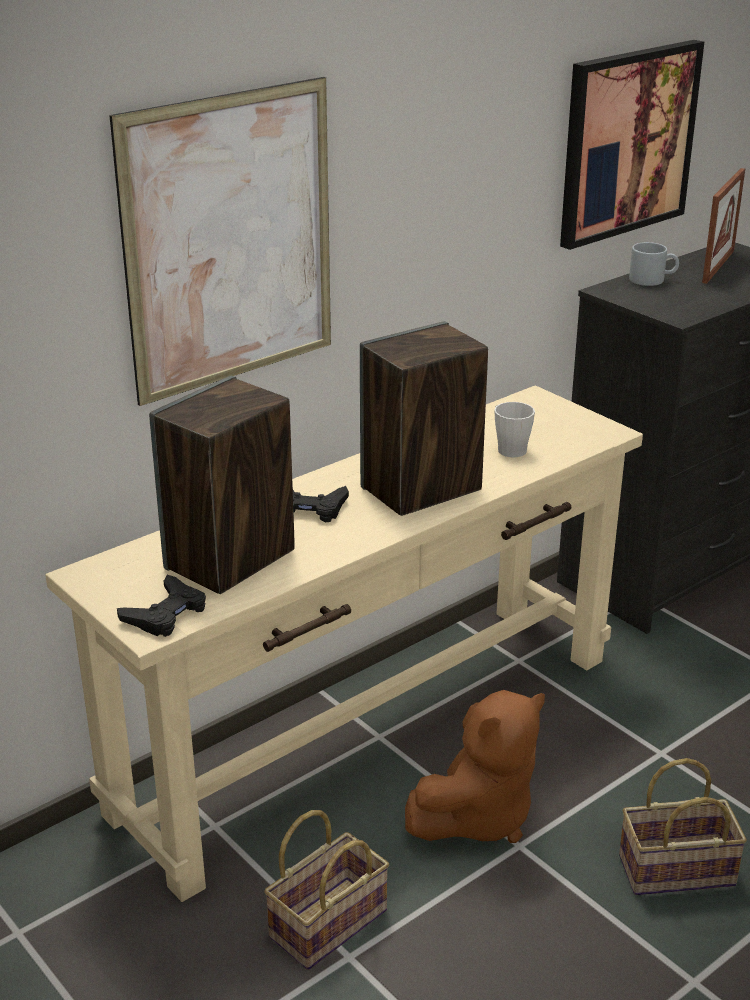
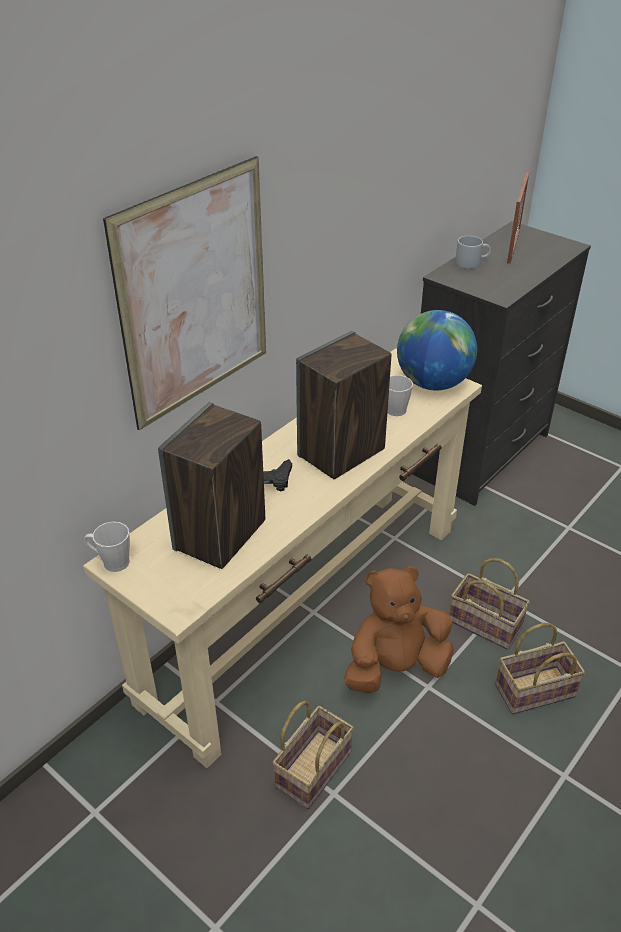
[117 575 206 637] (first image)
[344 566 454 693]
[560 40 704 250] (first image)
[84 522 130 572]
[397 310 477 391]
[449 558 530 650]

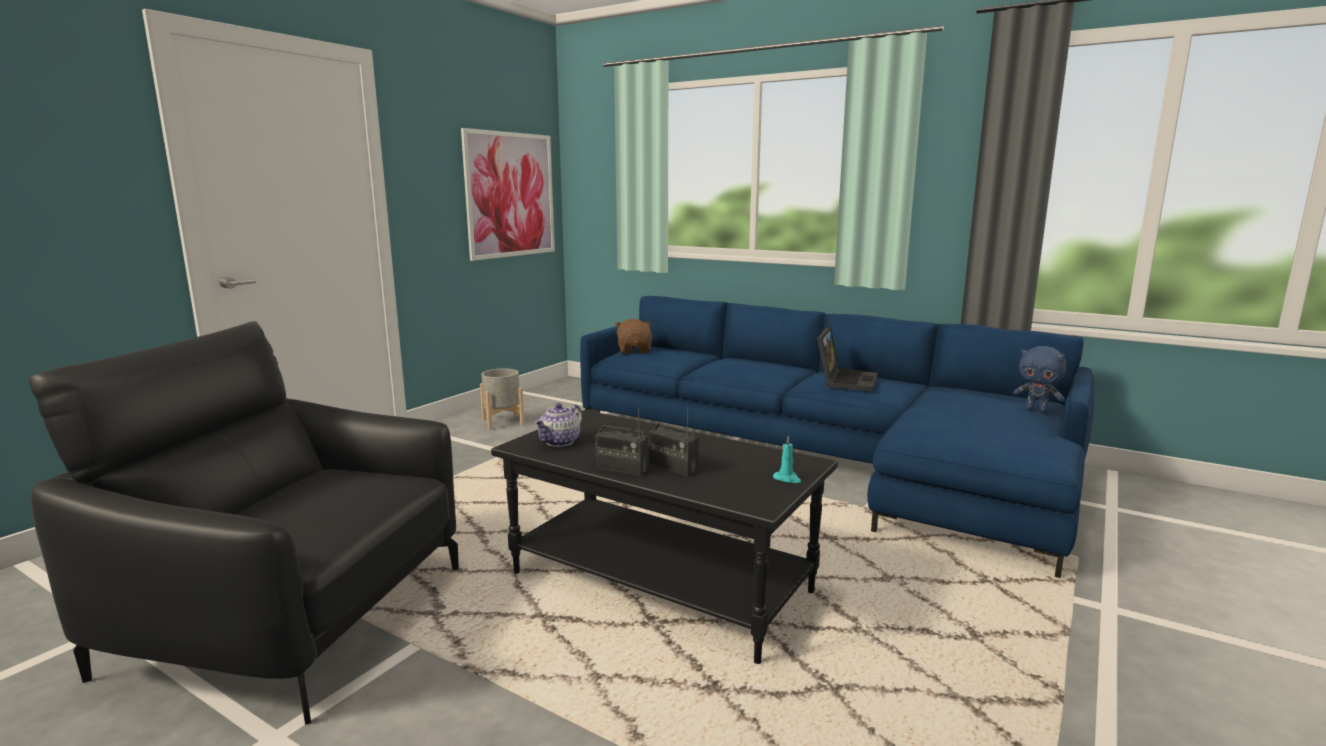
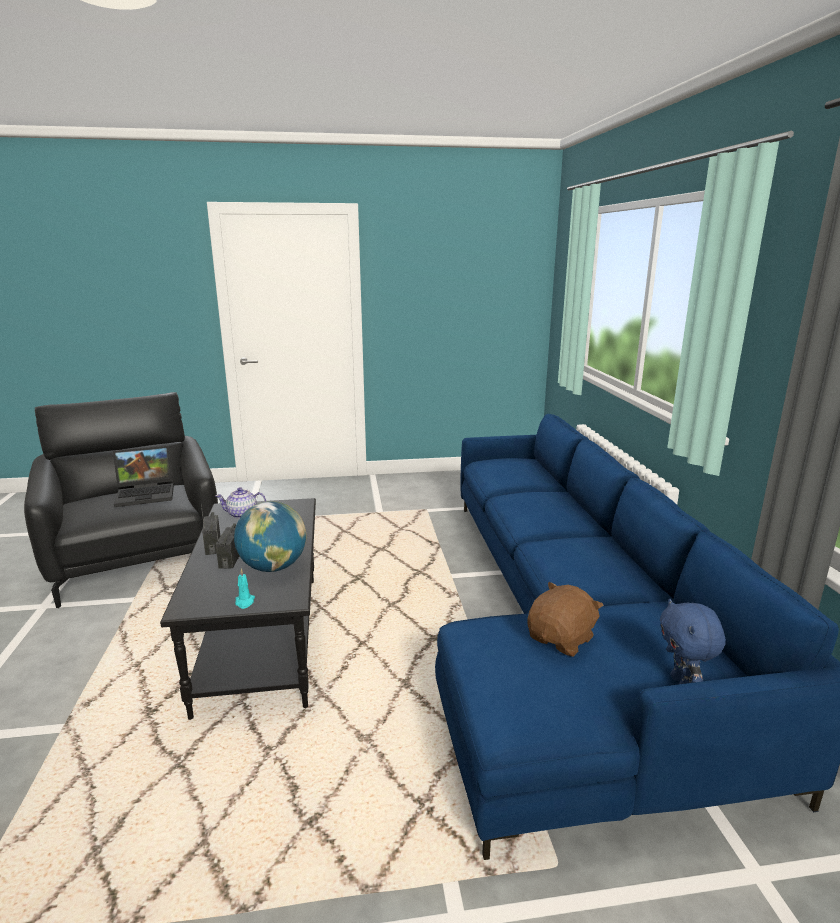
[461 128 555 261] (first image)
[480 369 524 430] (first image)
[528 582 604 657]
[113 446 174 507]
[234 501 306 572]

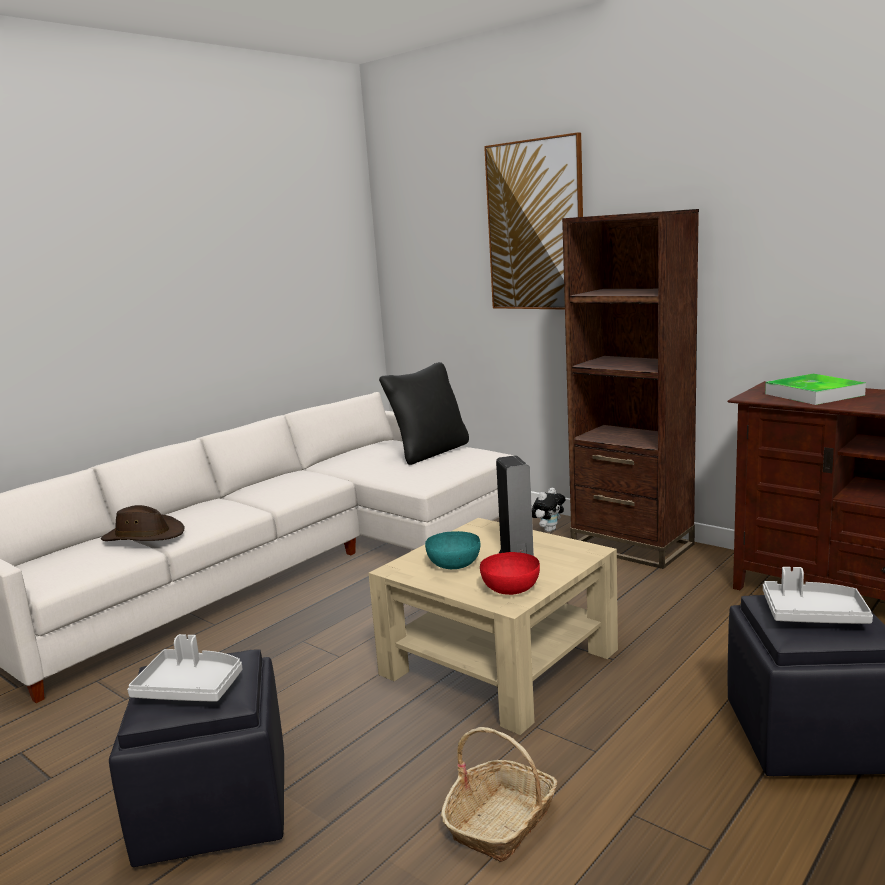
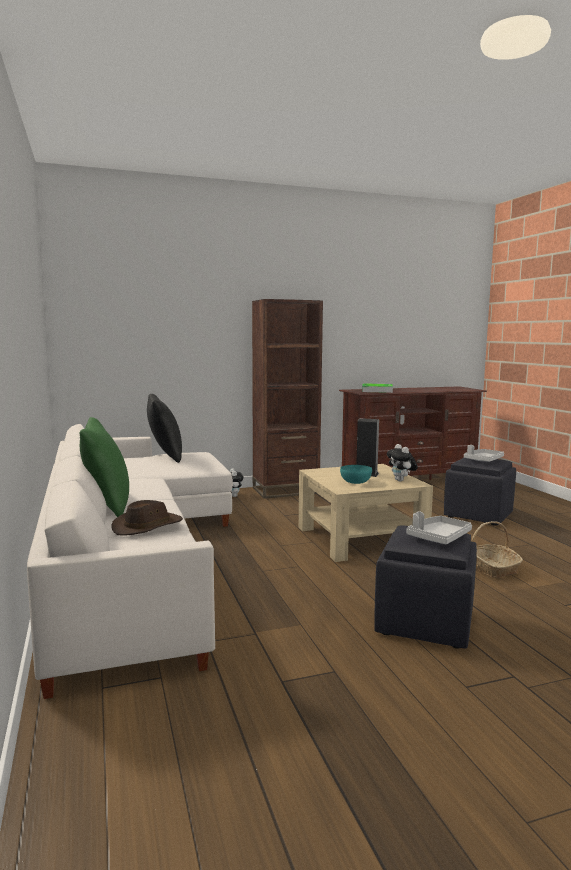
[387 444 418 482]
[484 132 583 310] (first image)
[79 417 129 517]

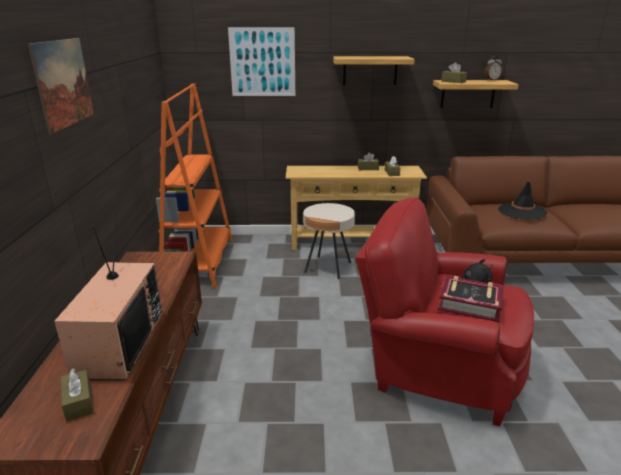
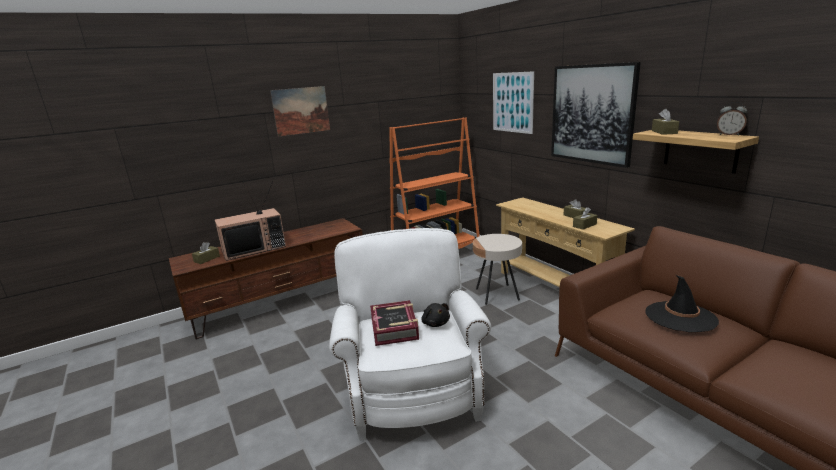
[551 62 641 168]
[329 228 491 441]

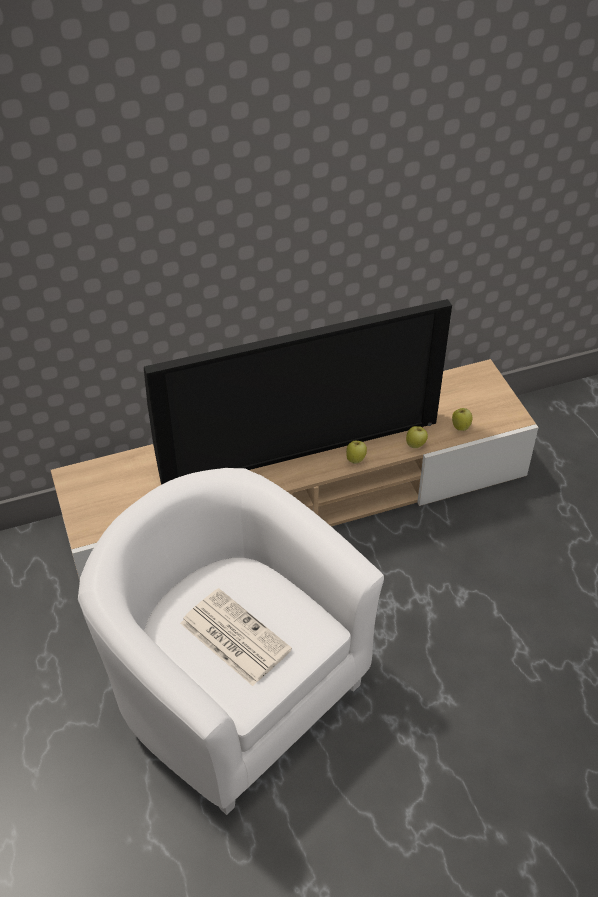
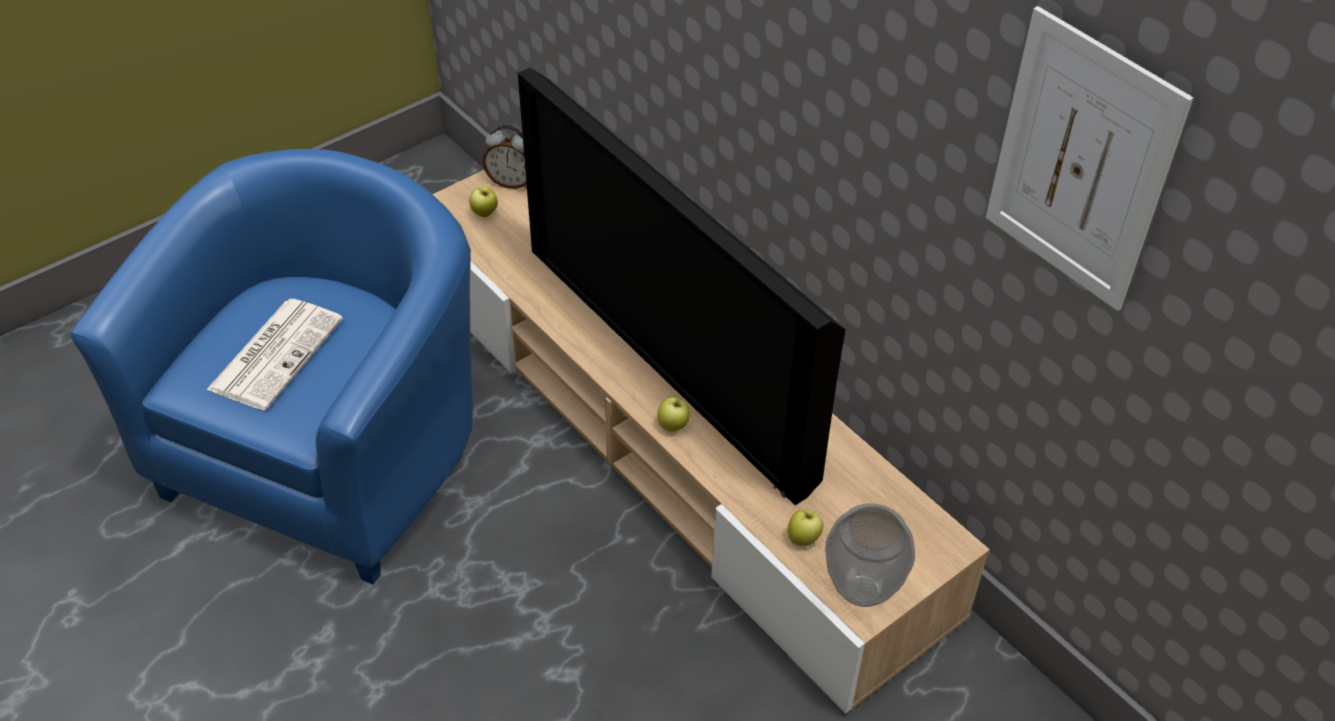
[71 149 473 584]
[469 186 498 217]
[483 125 527 189]
[825 503 915 607]
[986 6 1193 311]

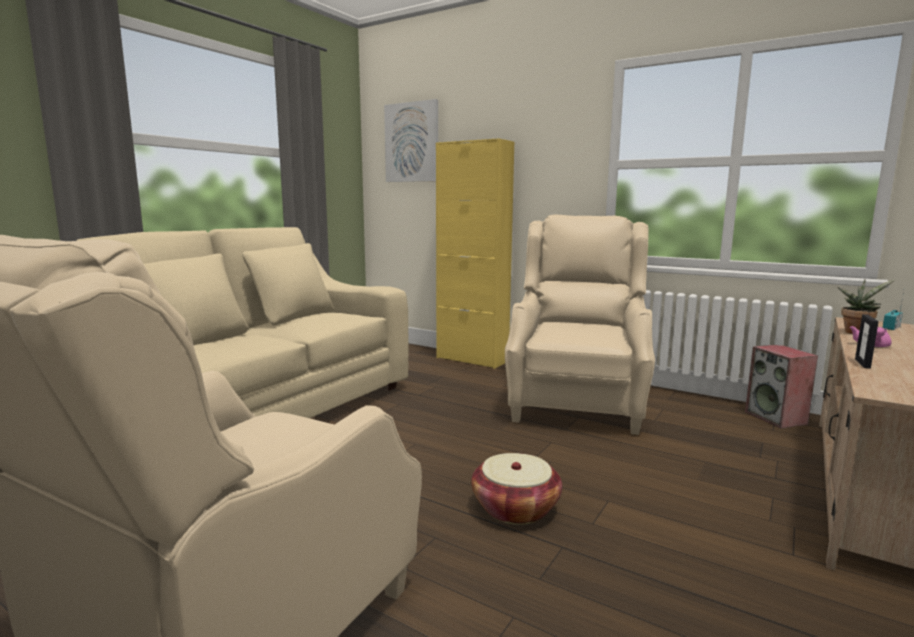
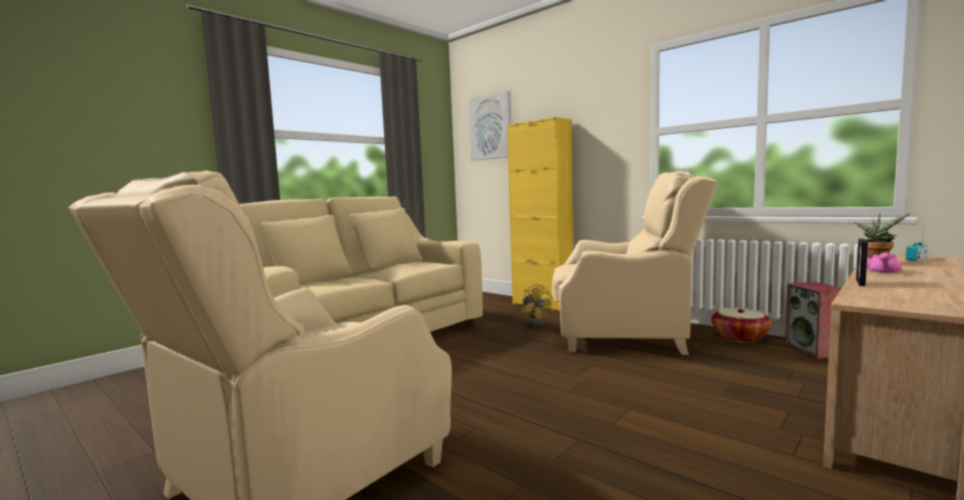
[711 308 772 343]
[552 171 719 355]
[522 283 551 327]

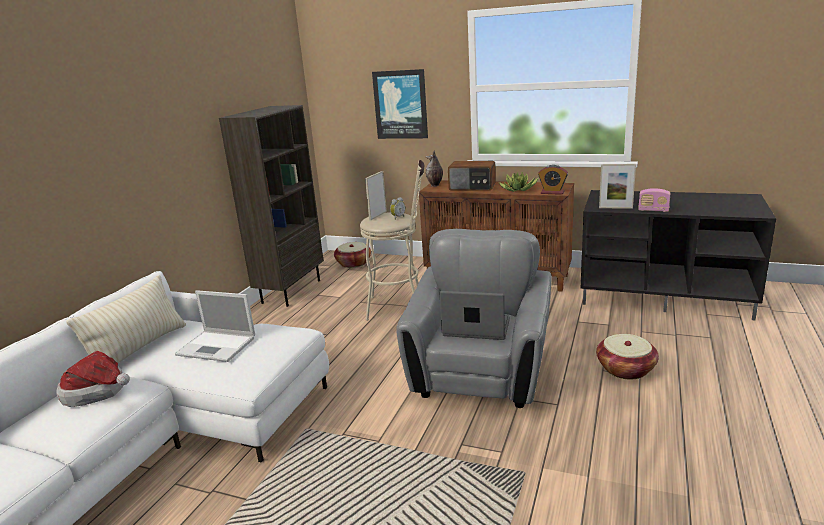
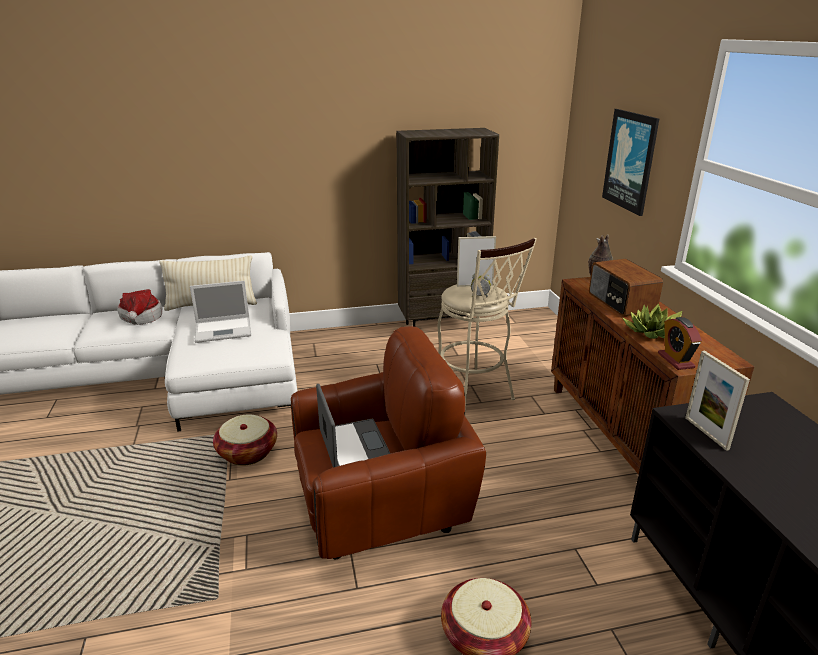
[190 281 251 343]
[213 415 277 466]
[291 326 486 559]
[638 188 670 212] (first image)

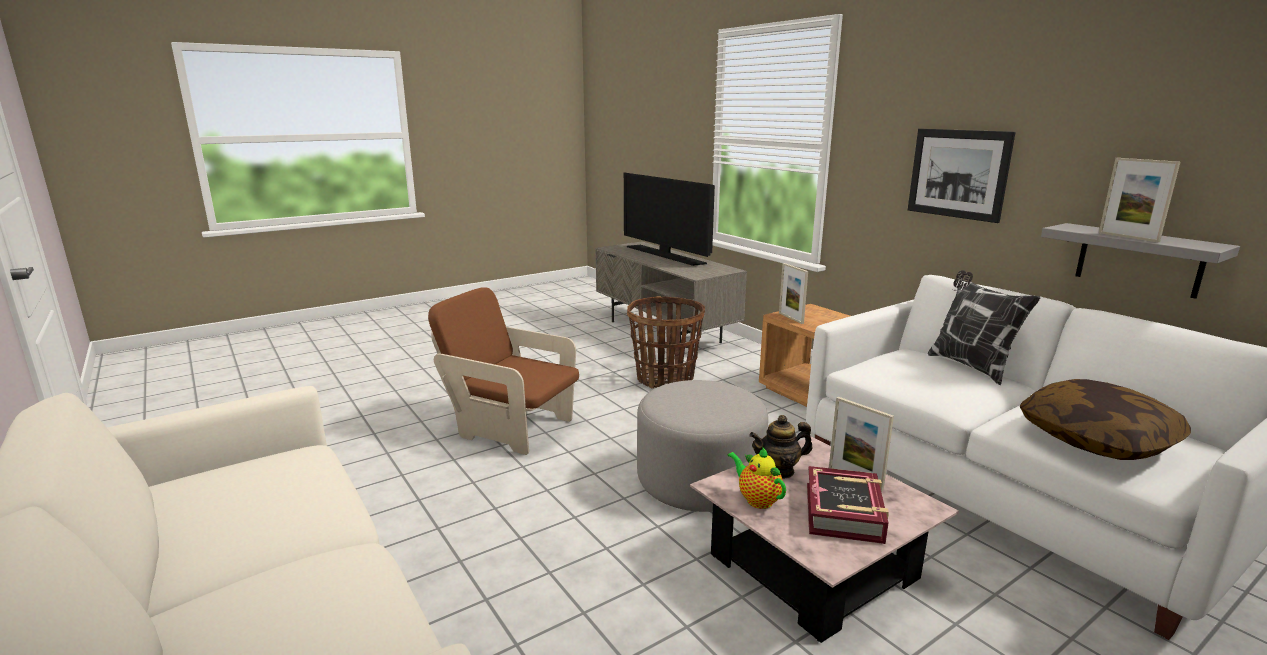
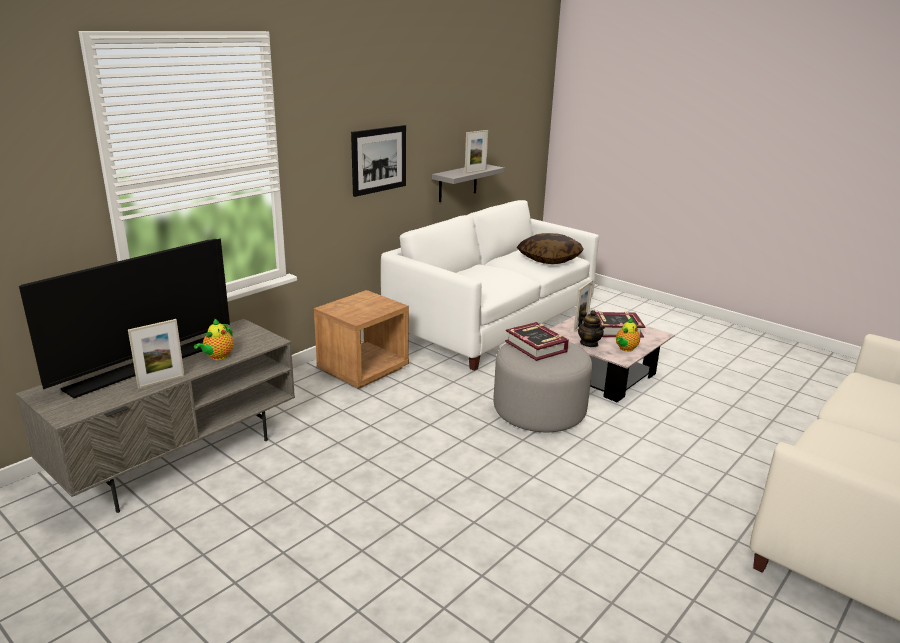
[428 287 579 455] (first image)
[627 296 705 389] (first image)
[128 319 185 389]
[928 270 1041 385] (first image)
[194 319 234 360]
[505 322 569 361]

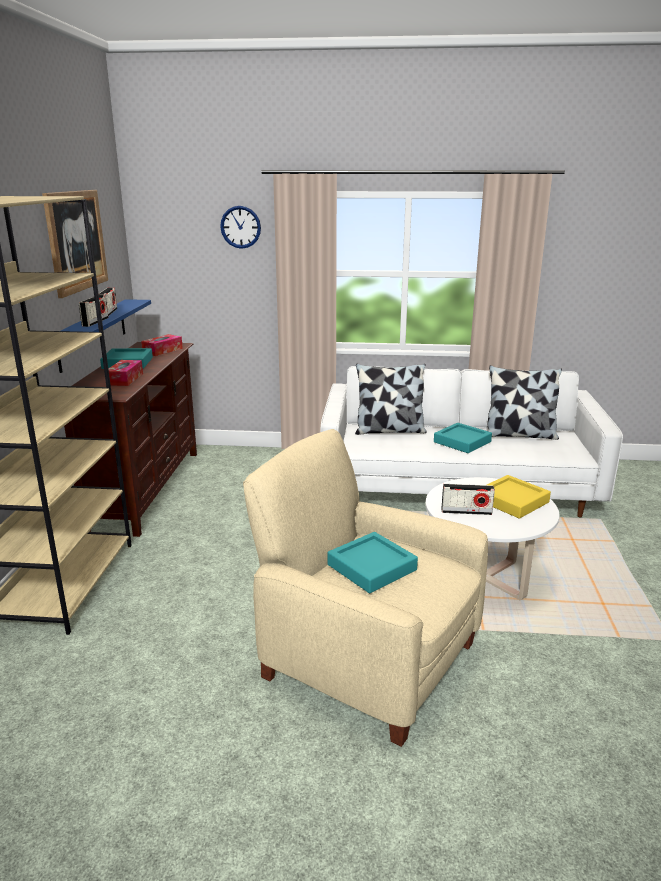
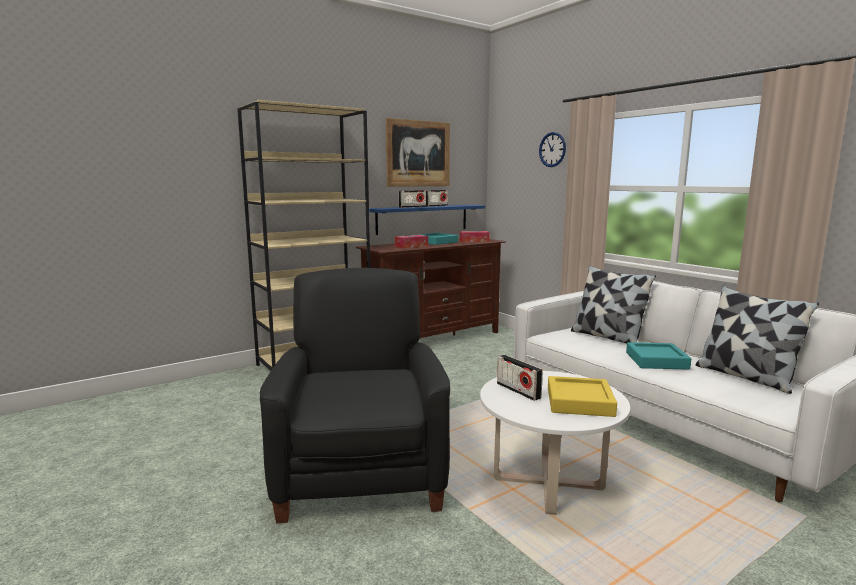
[260 268 450 523]
[328 532 418 593] (first image)

